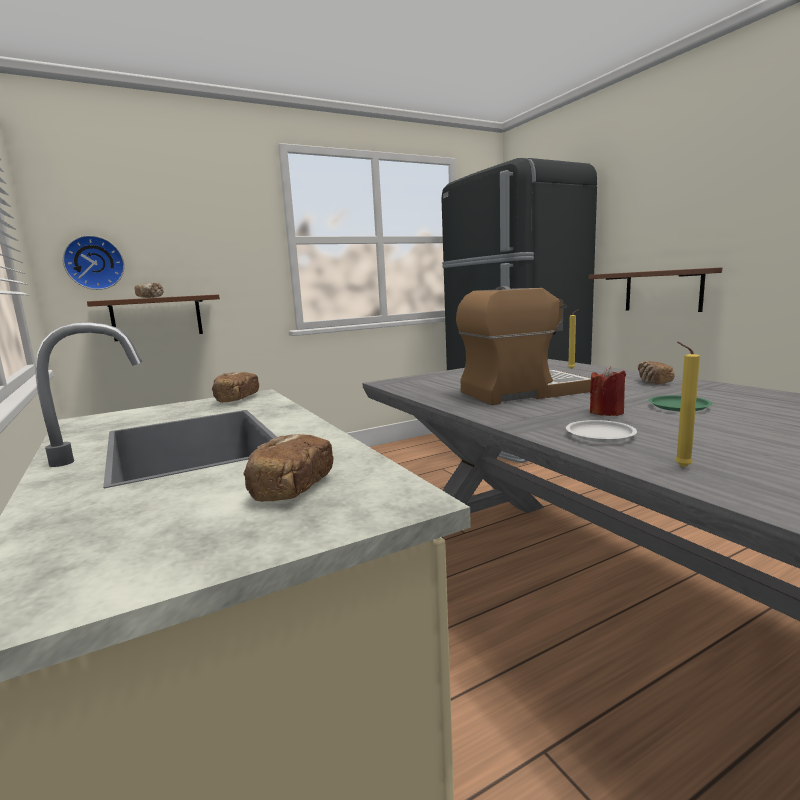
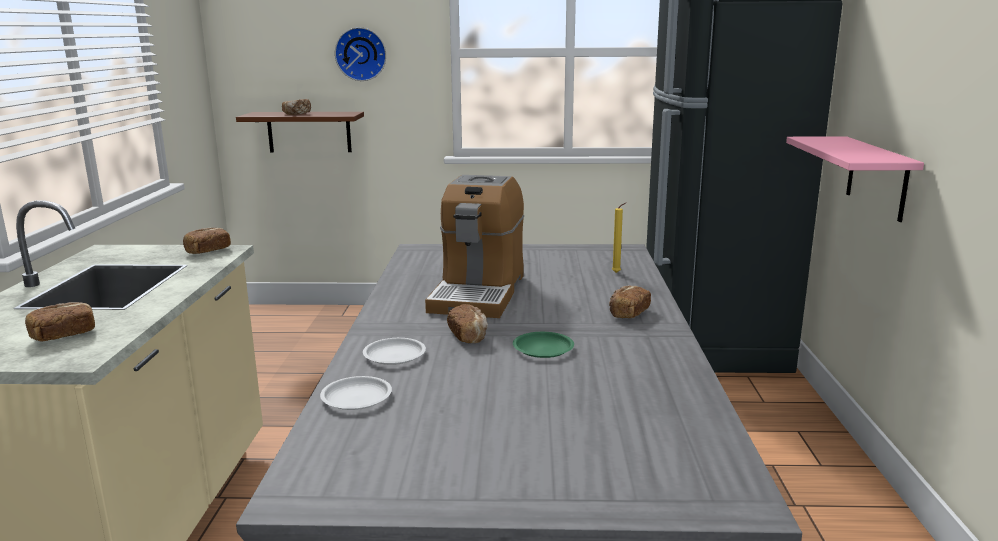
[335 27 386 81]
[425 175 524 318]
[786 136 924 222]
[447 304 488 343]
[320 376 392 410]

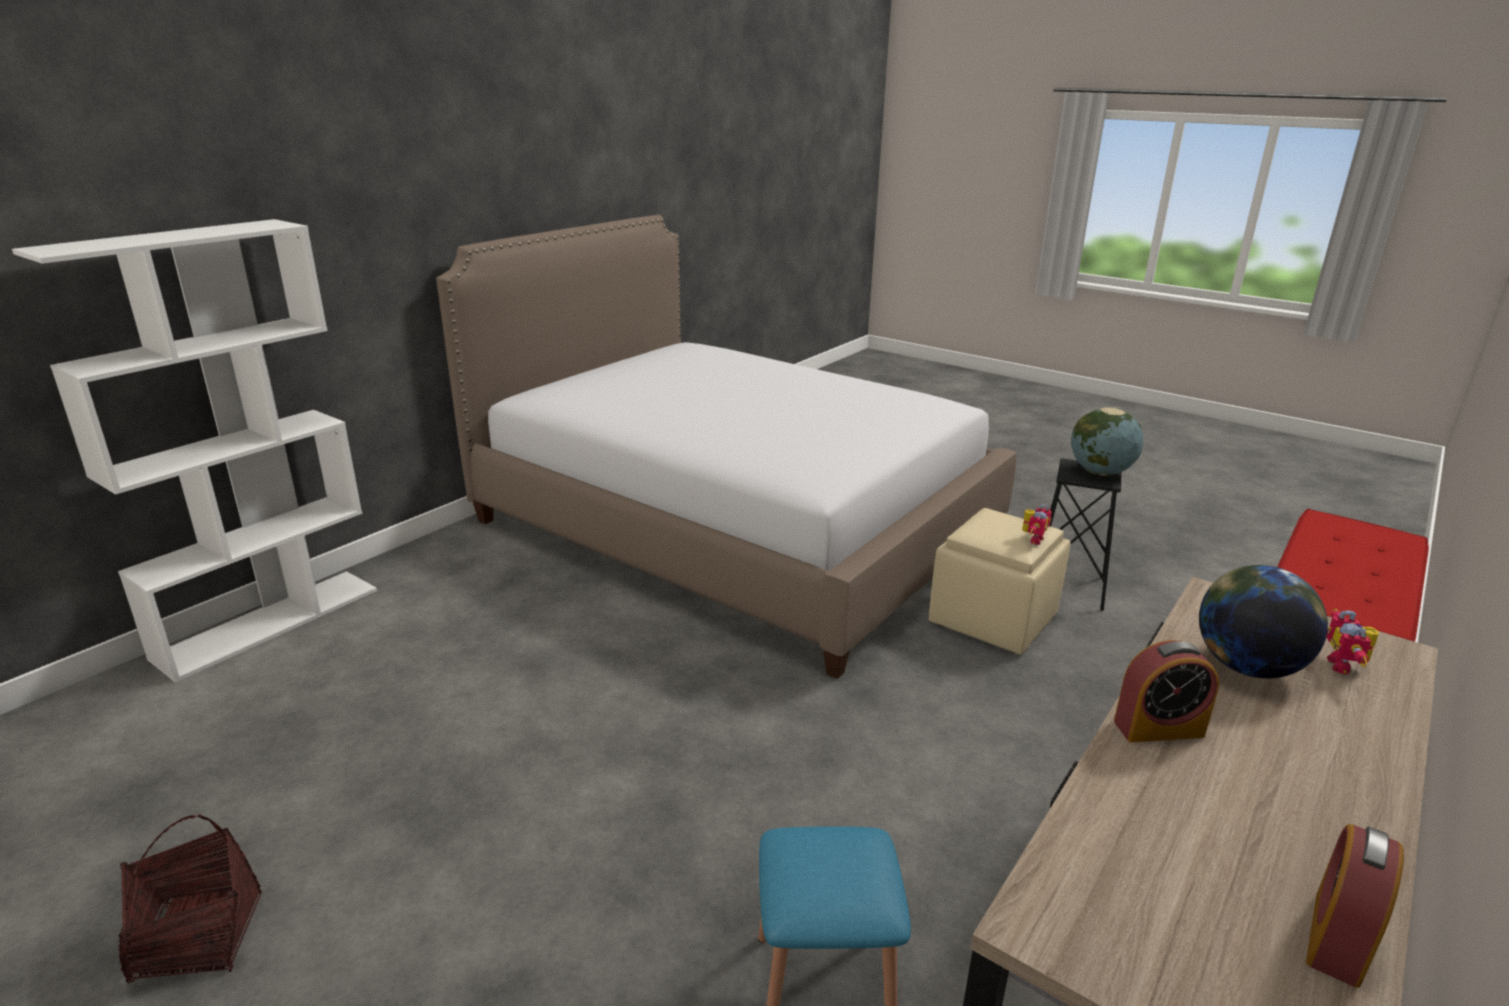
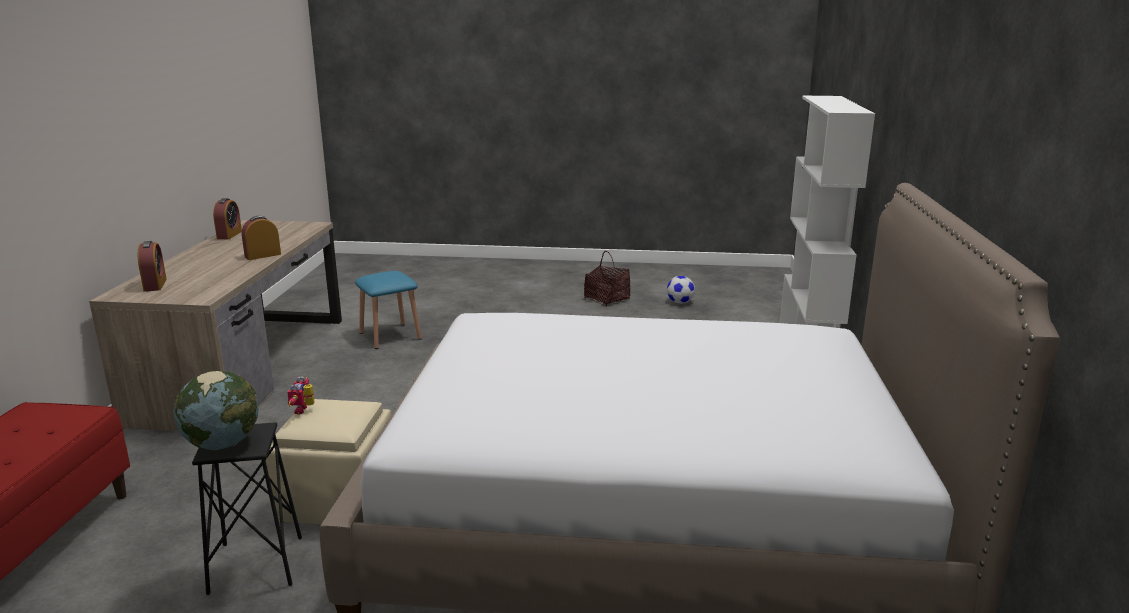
[1199 565 1328 678] (first image)
[138 241 167 292]
[667 276 695 304]

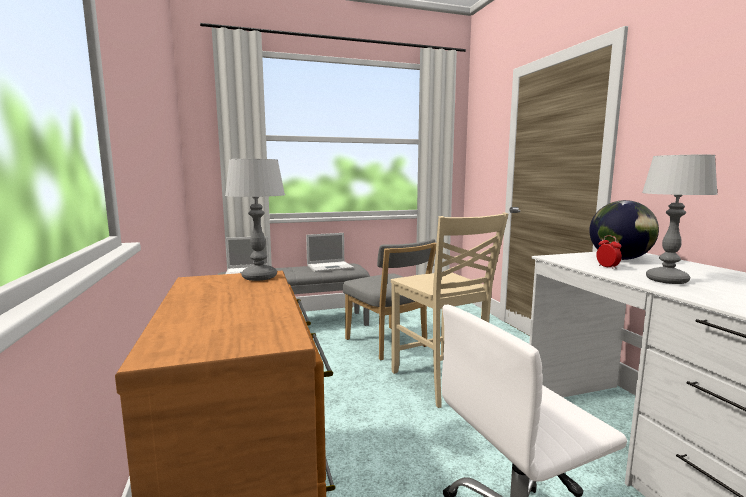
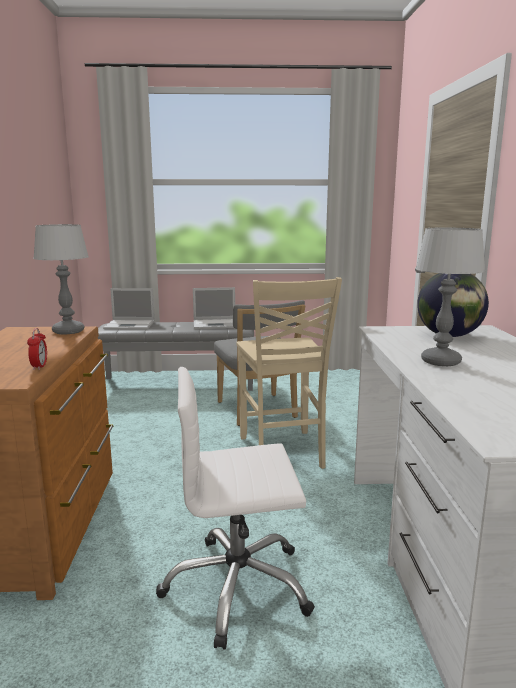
[27 328 47 370]

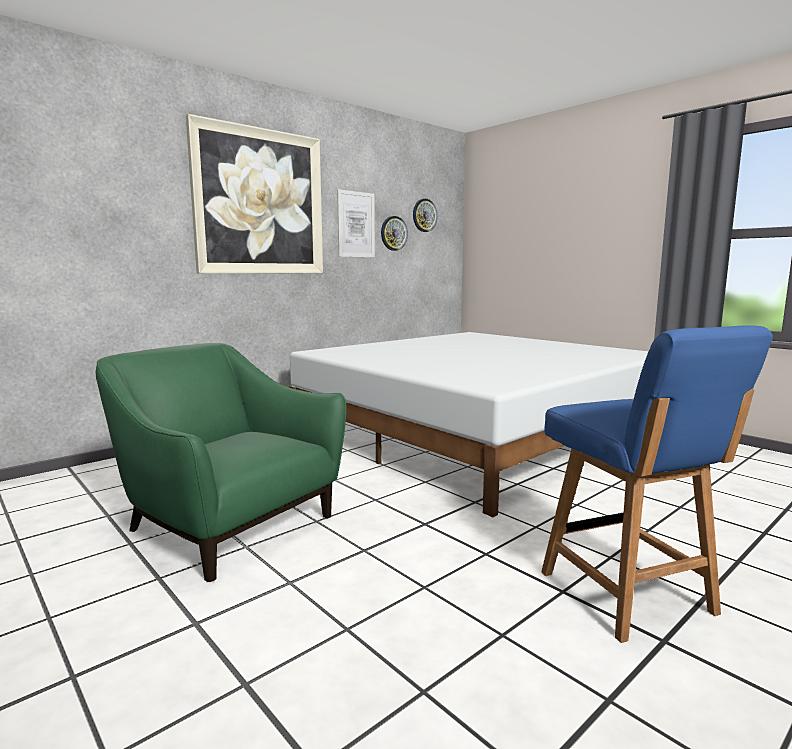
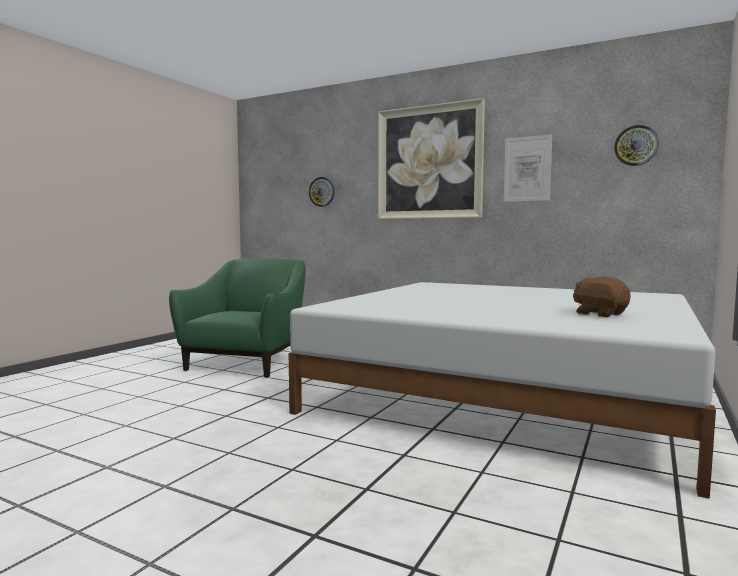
[309 177 334 207]
[541 325 773 643] (first image)
[573 277 631 317]

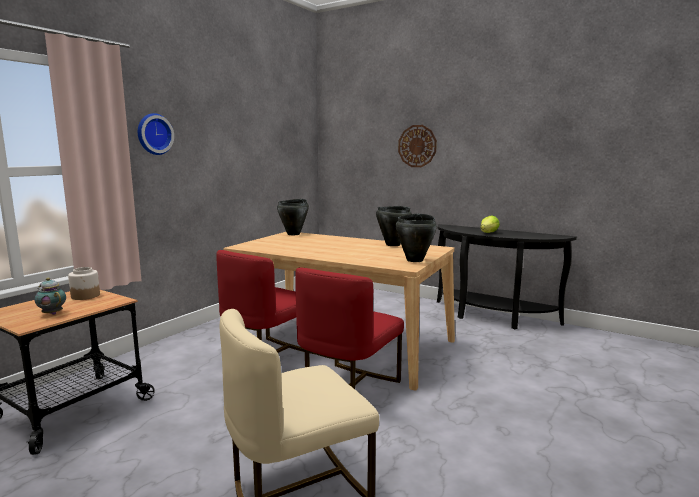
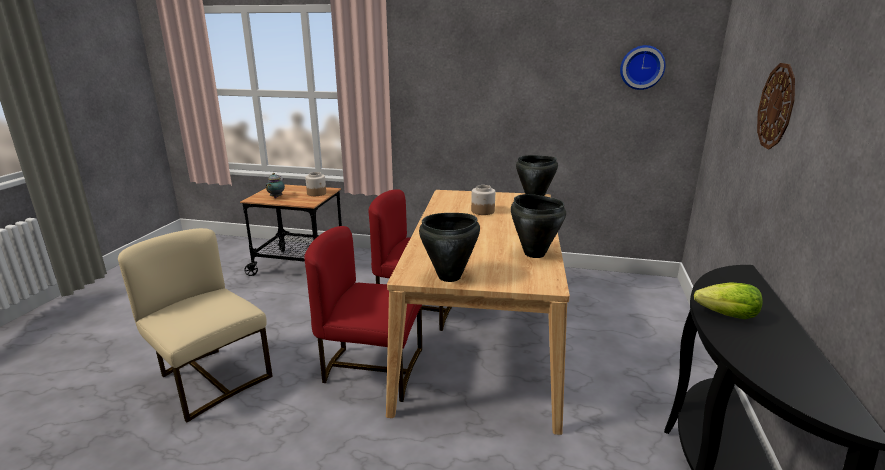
[620 45 666 90]
[471 185 495 215]

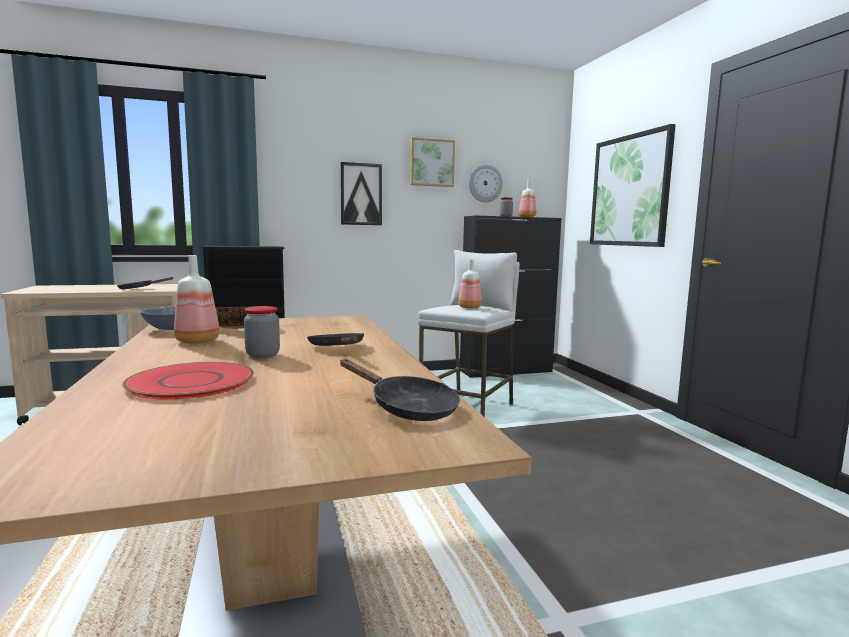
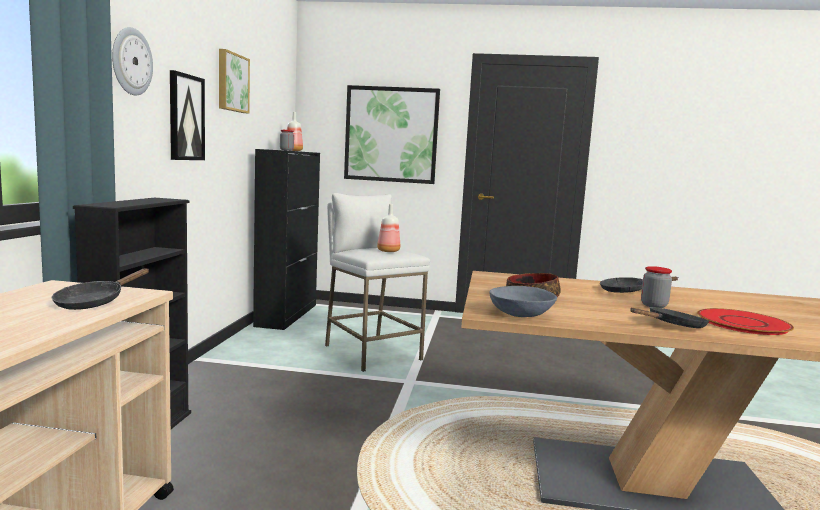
[174 255 220 344] (first image)
[630 307 709 328]
[112 27 153 95]

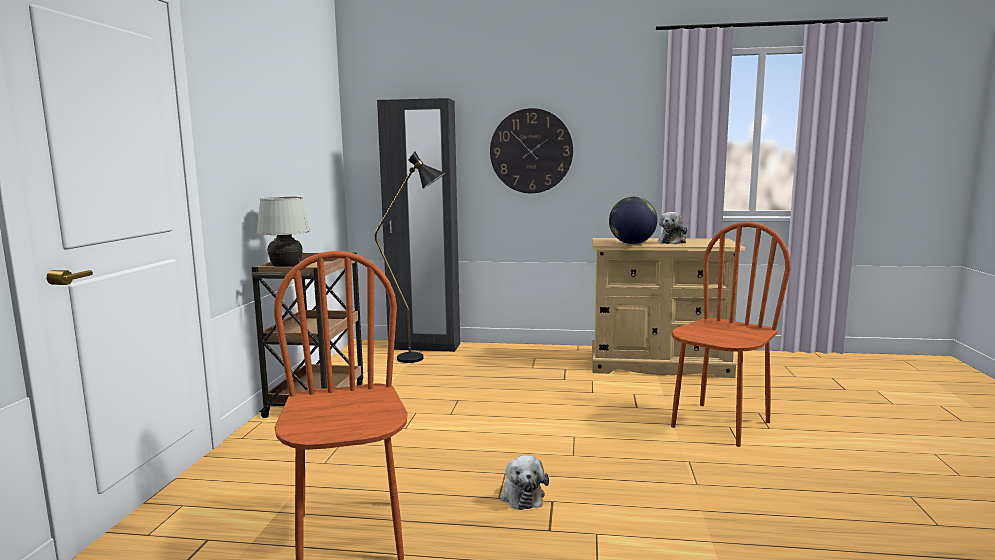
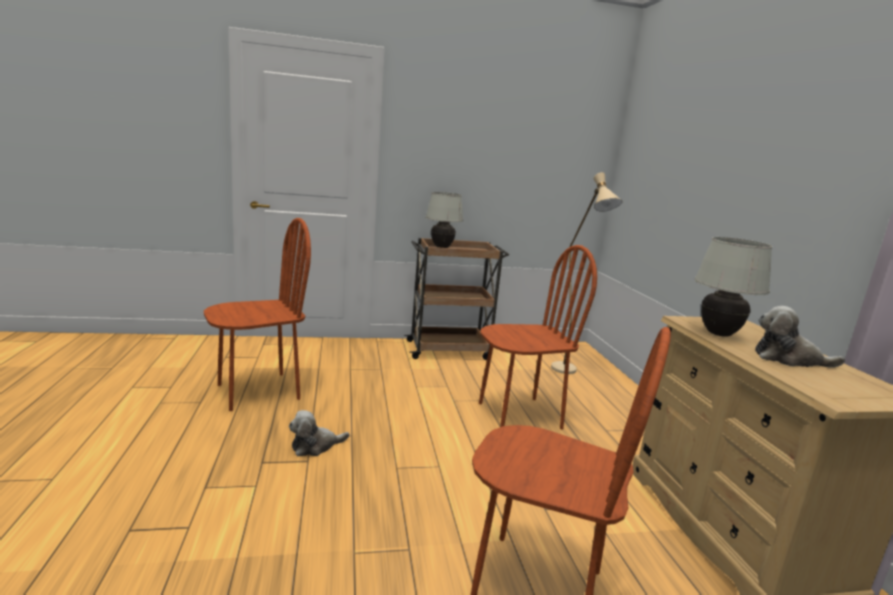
[551 172 622 374]
[377 98 460 352] (first image)
[490 108 573 193] (first image)
[694 237 773 337]
[479 245 597 430]

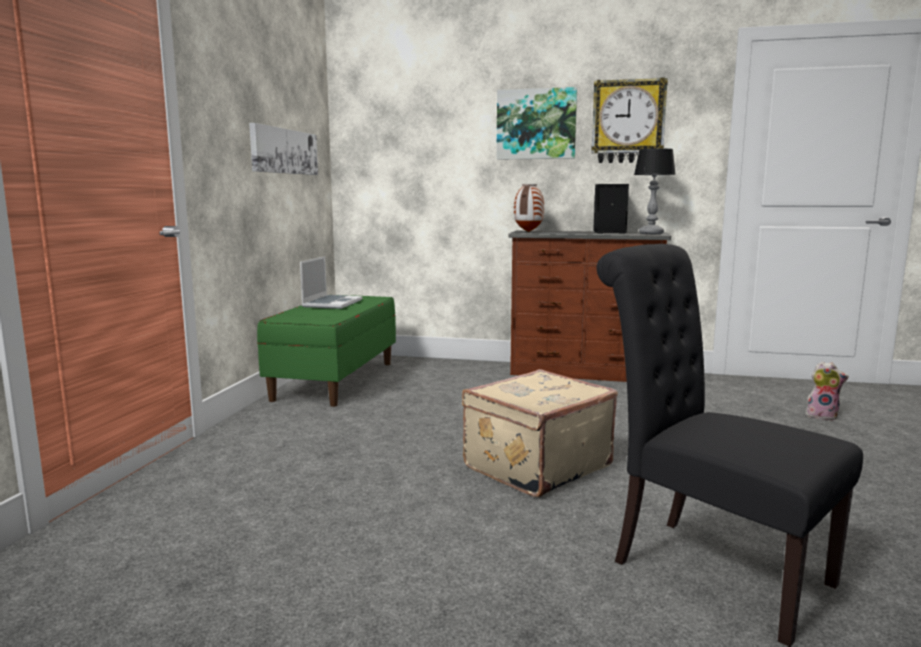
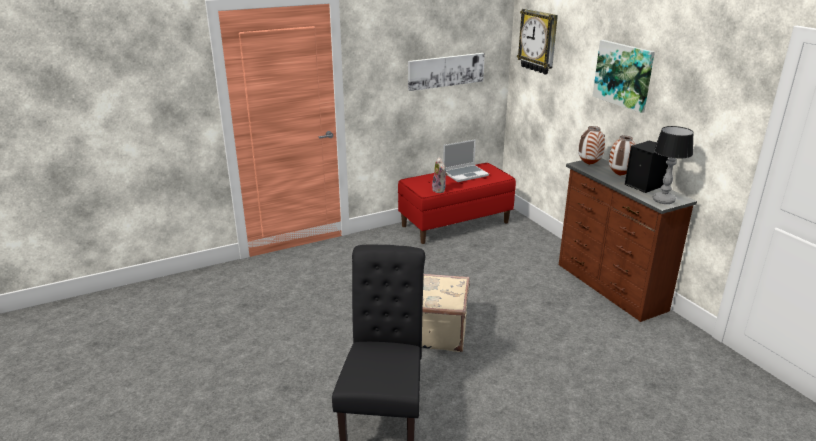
[398 163 516 244]
[517 8 558 74]
[432 158 447 193]
[609 135 636 176]

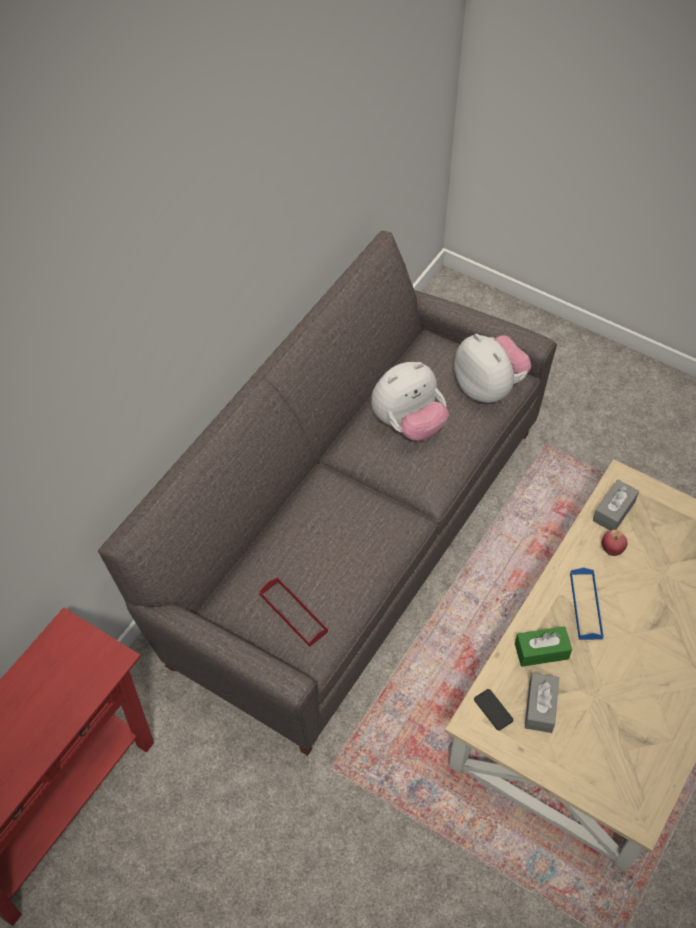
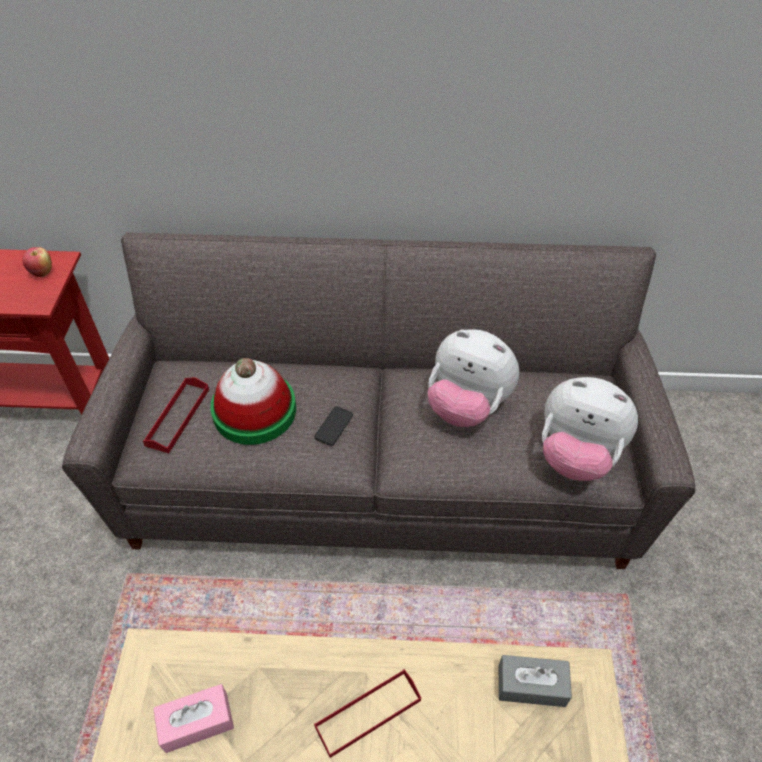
[542 377 638 481]
[314 406 353 446]
[515 626 572 667] (first image)
[153 684 234 753]
[314 669 421 758]
[22 247 52 277]
[210 358 296 445]

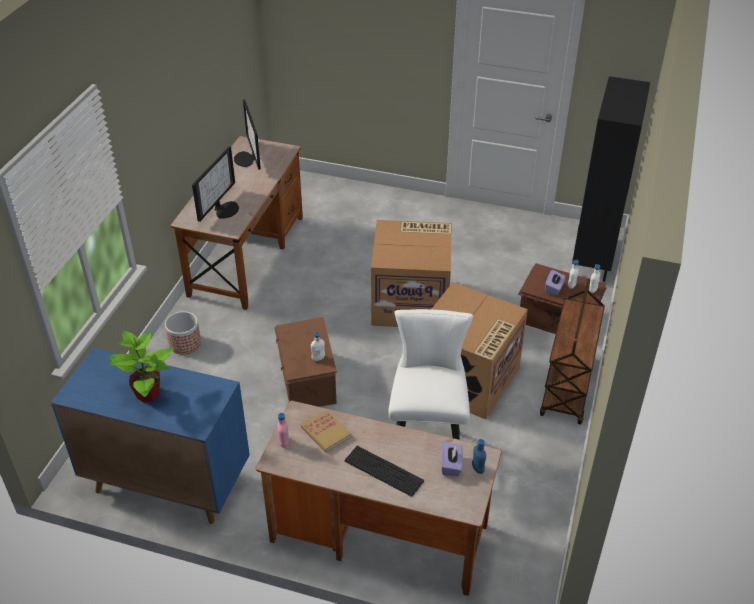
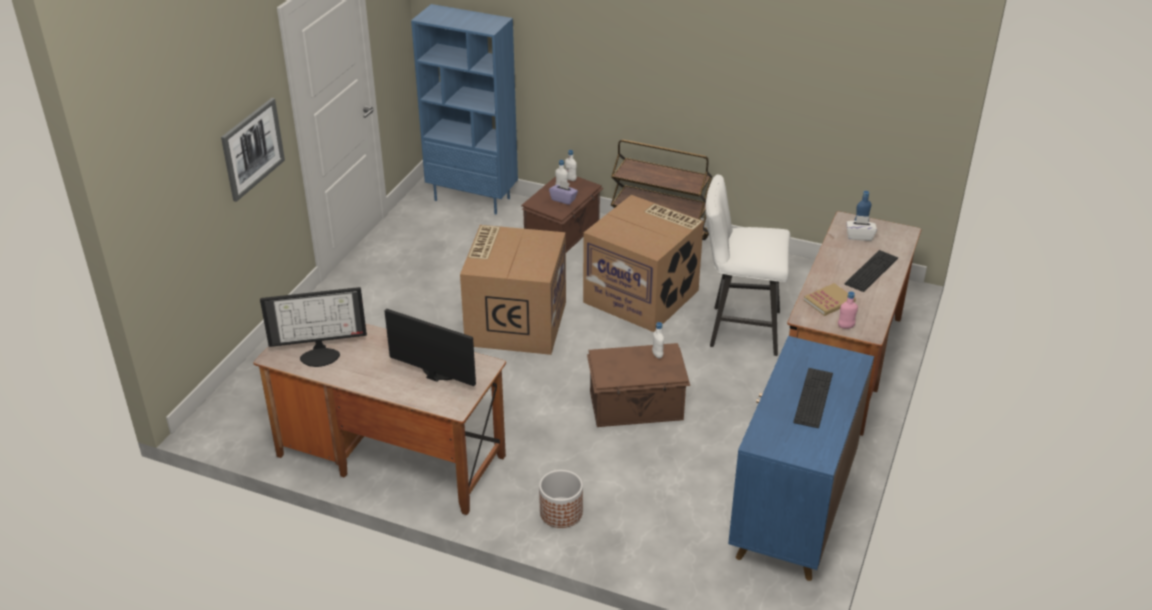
[793 368 833 428]
[846 215 877 241]
[411 4 518 215]
[221 98 285 202]

